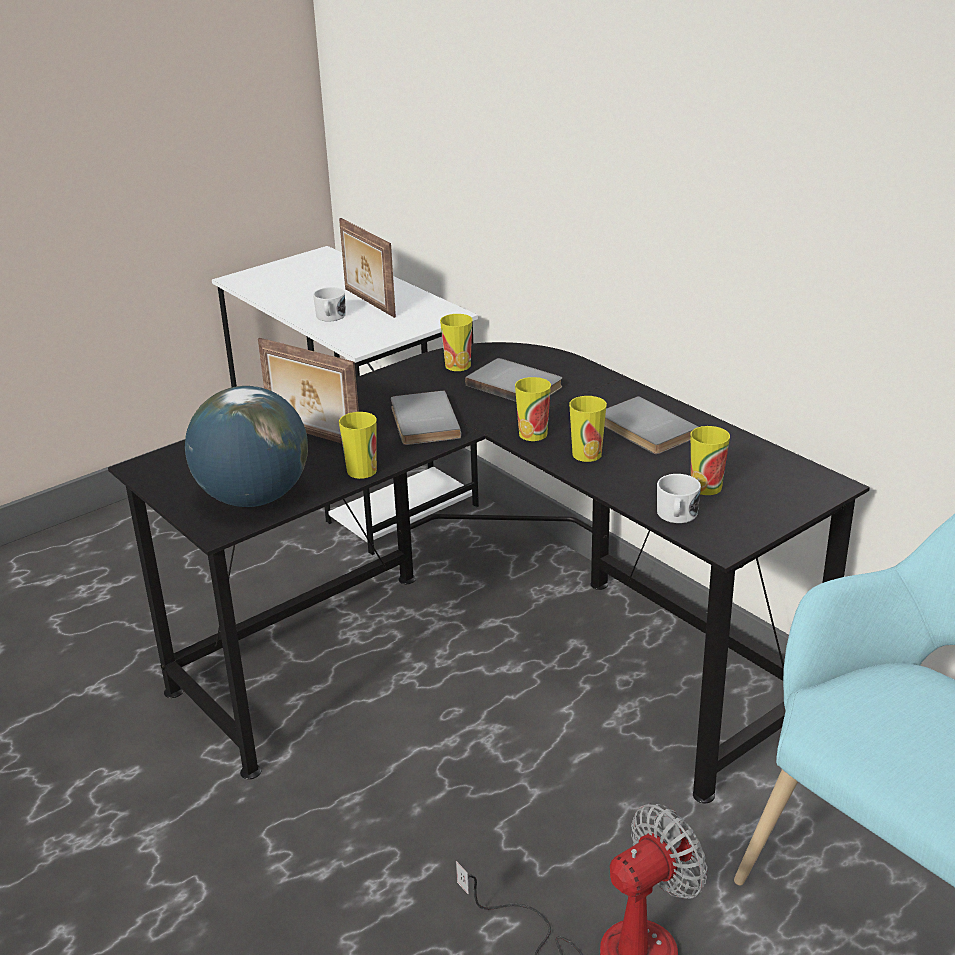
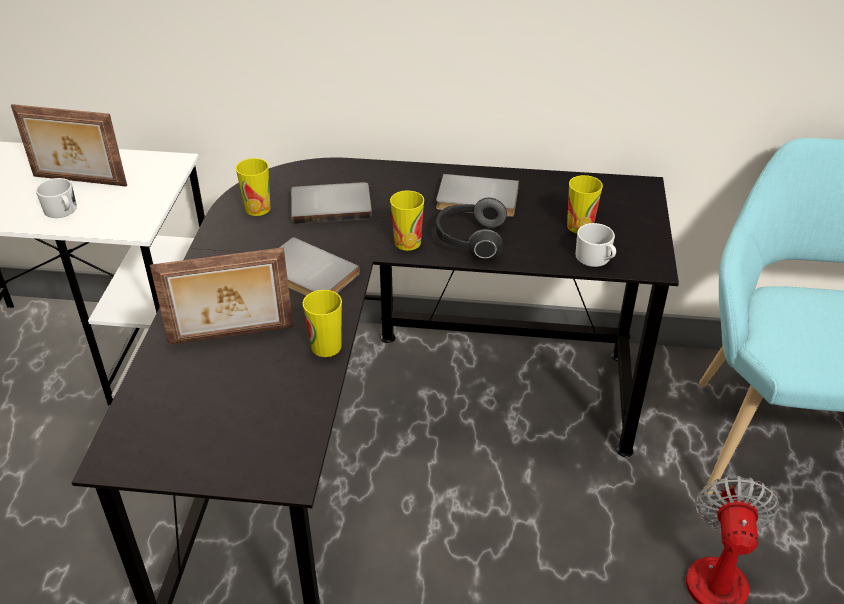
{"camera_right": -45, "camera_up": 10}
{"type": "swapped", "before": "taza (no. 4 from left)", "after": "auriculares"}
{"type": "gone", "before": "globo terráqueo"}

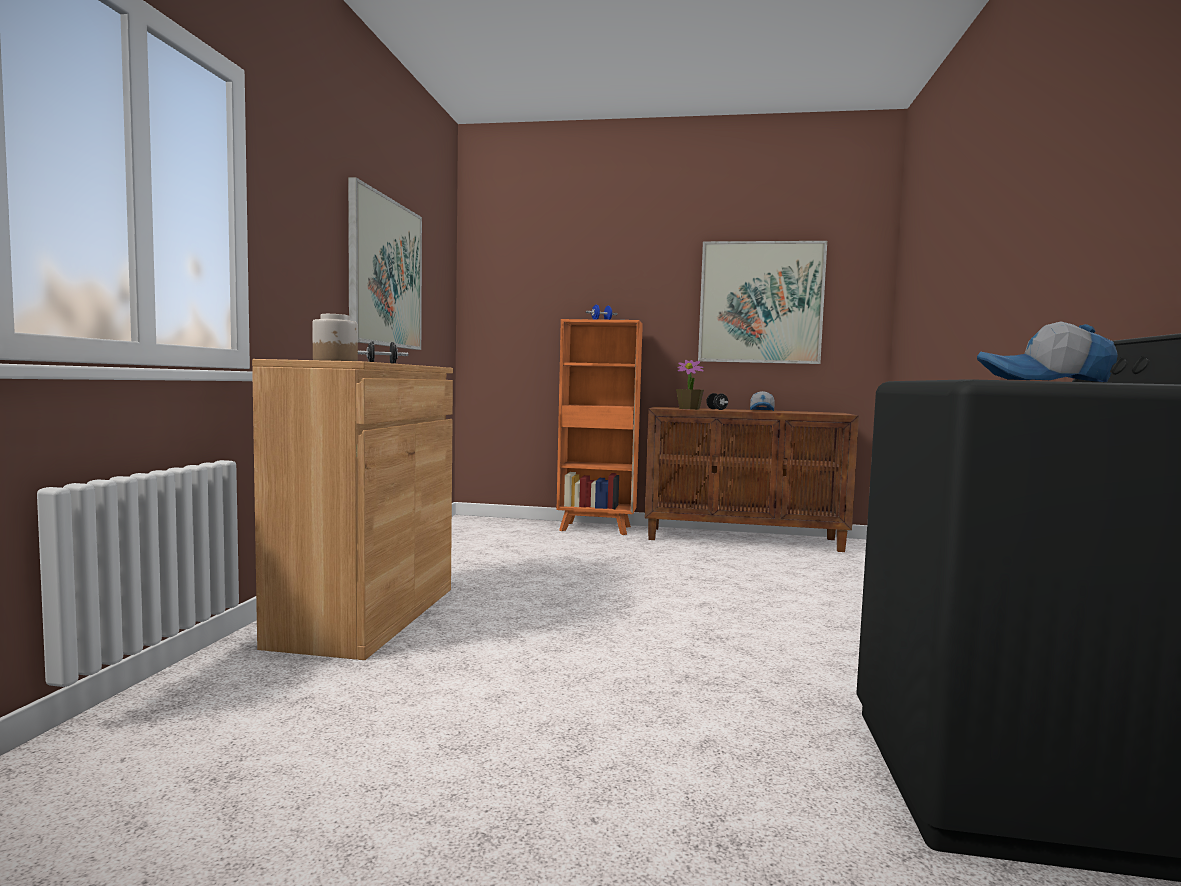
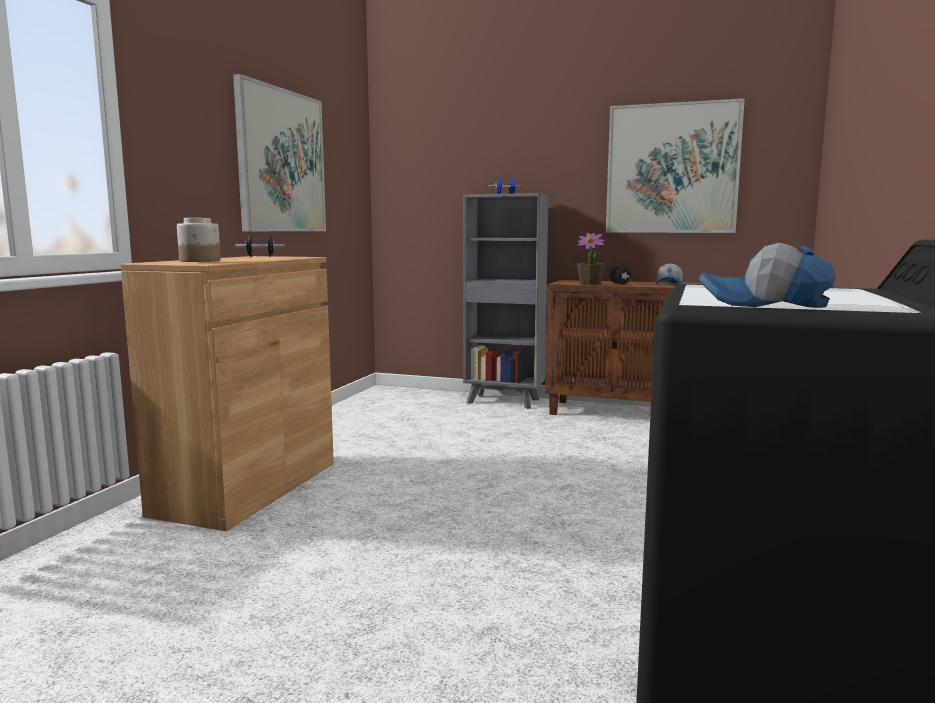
{"camera_right": 10, "camera_up": 5}
{"type": "repainted", "before": "estantería [naranja]", "after": "estantería [gris]"}

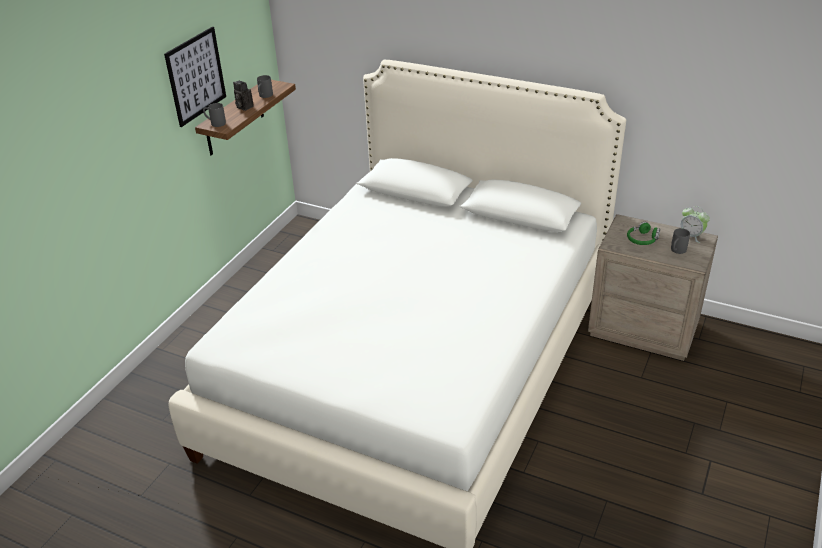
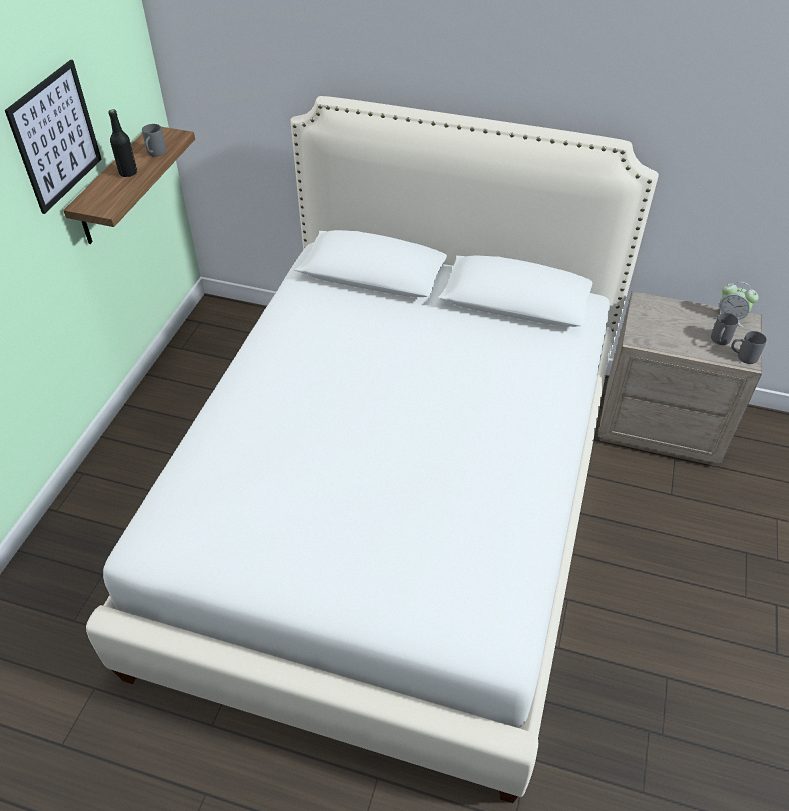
{"camera_right": -10, "camera_up": 10}
{"type": "swapped", "before": "cámara", "after": "botella [negro]"}
{"type": "shifted", "before": "taza grande [gris] (no. 1 from left in the first image)", "after": "taza grande [gris] (no. 3 from left)"}
{"type": "gone", "before": "auriculares [verde]"}

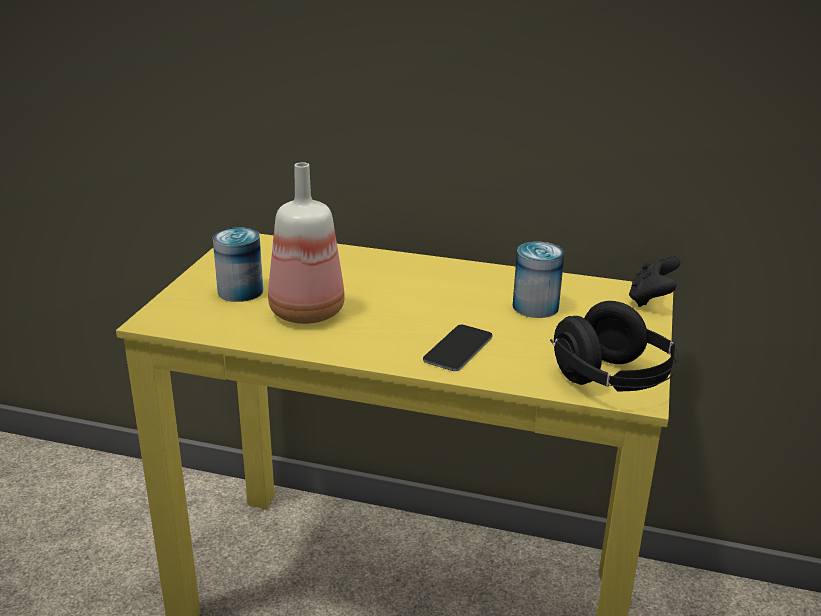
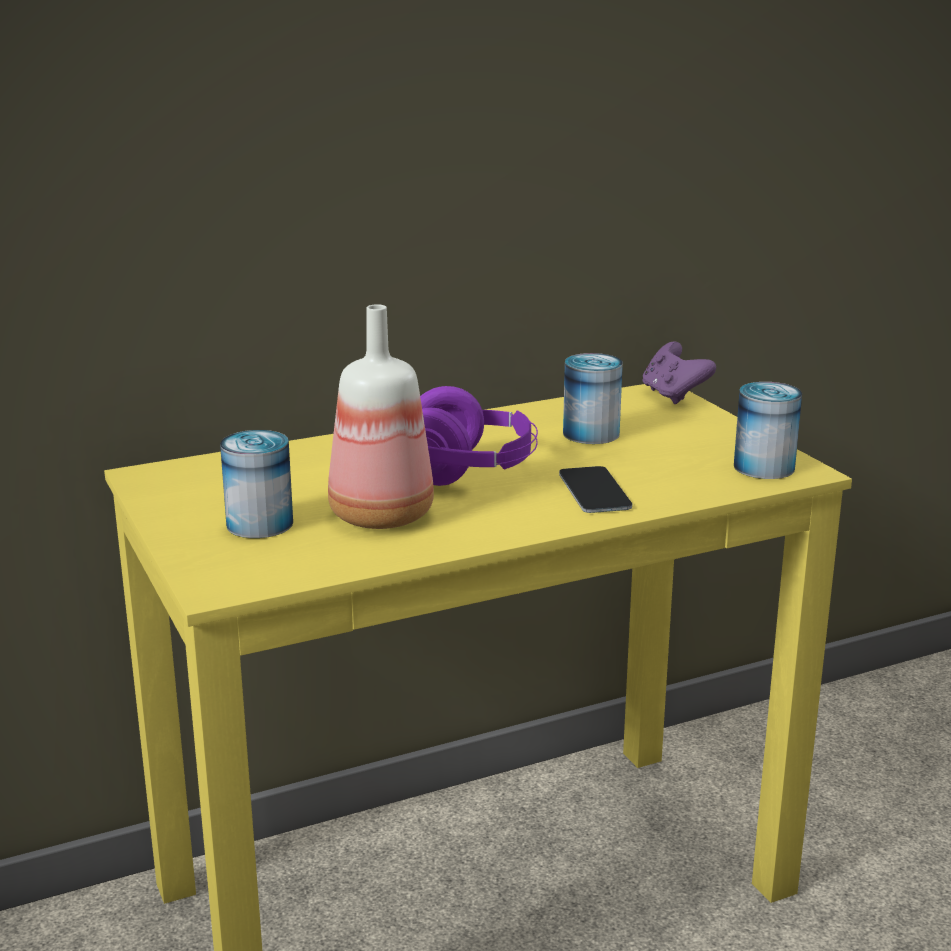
{"camera_right": -40, "camera_up": -5}
{"type": "new", "after": "auriculares [morado]"}
{"type": "repainted", "before": "mando de consola [negro]", "after": "mando de consola [morado]"}
{"type": "swapped", "before": "auriculares [negro]", "after": "lata (no. 3 from left)"}

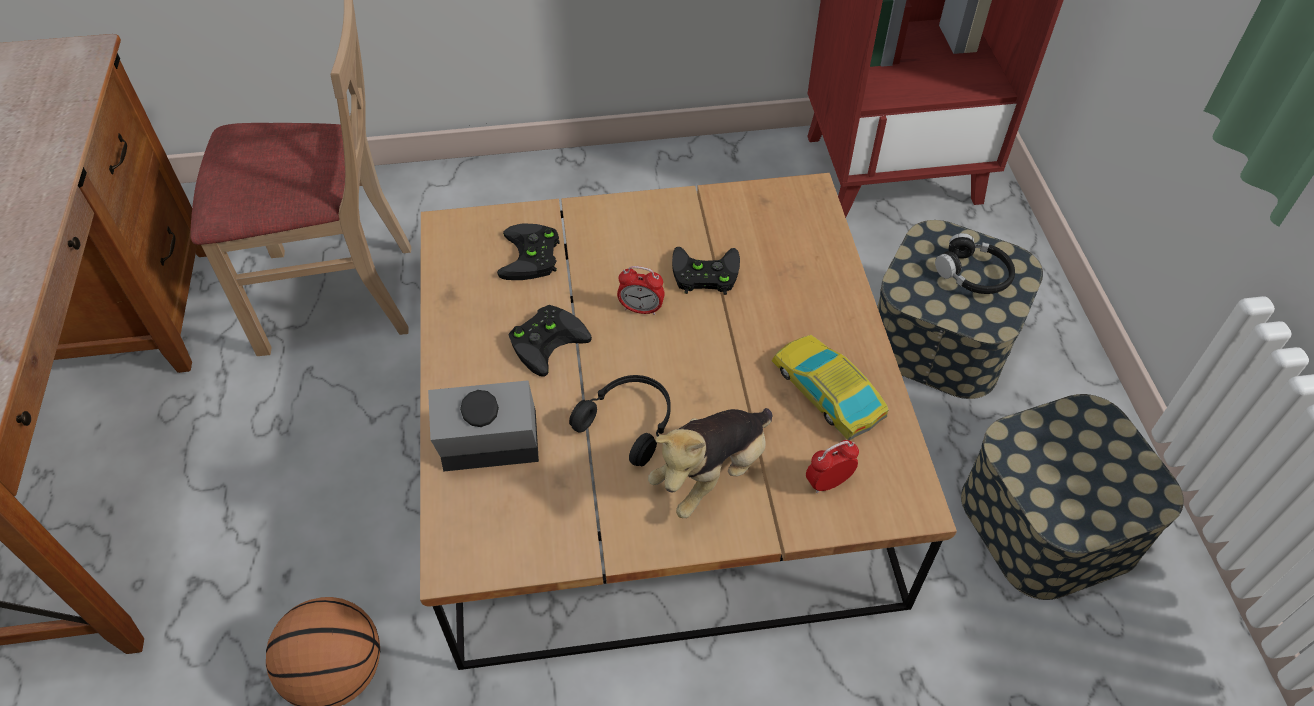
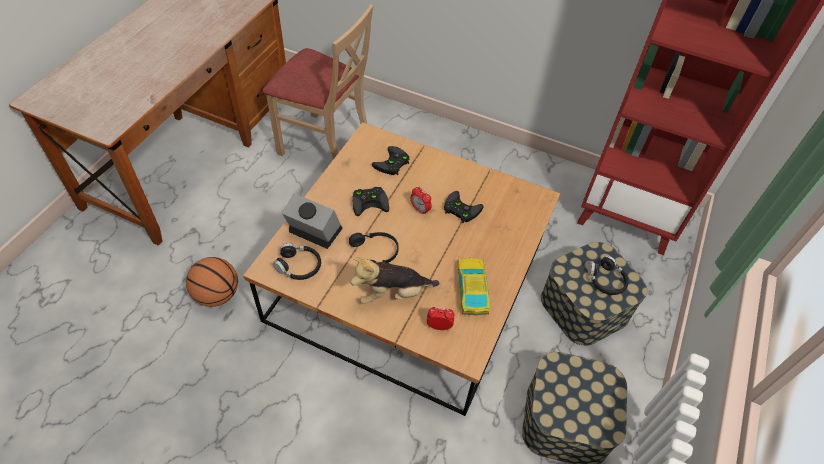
{"camera_right": 30, "camera_up": 0}
{"type": "new", "after": "auriculares [negro] (no. 1 from left)"}

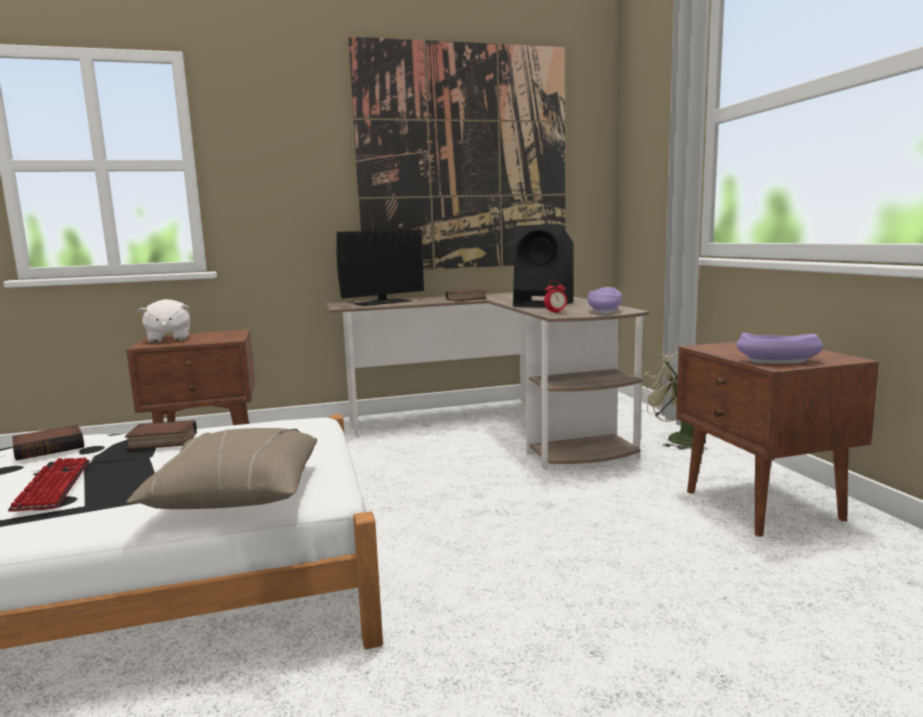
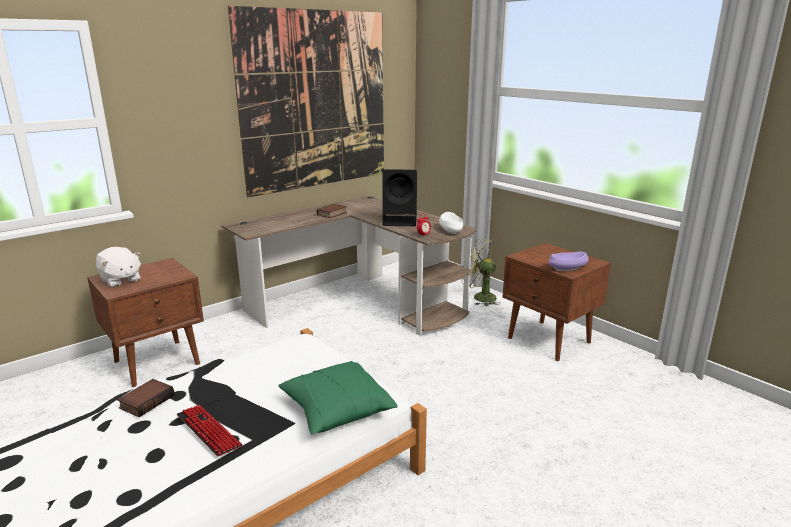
{"camera_right": -25, "camera_up": 10}
{"type": "repainted", "before": "cojín [beis]", "after": "cojín [verde]"}
{"type": "repainted", "before": "cuenco [morado] (no. 1 from left)", "after": "cuenco [blanco]"}
{"type": "gone", "before": "libro (no. 2 from left)"}
{"type": "gone", "before": "monitor"}

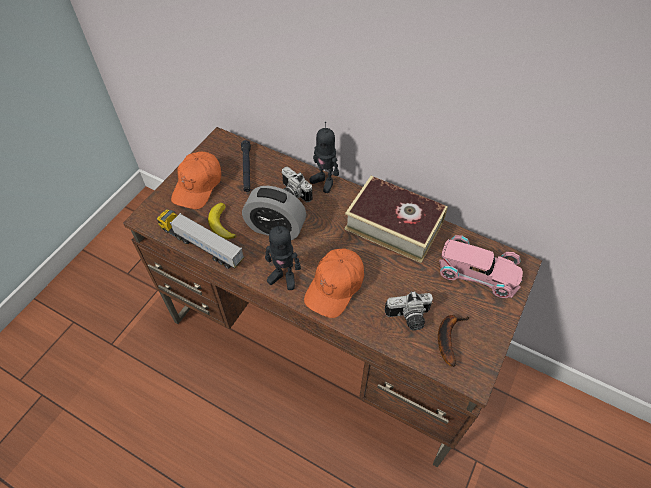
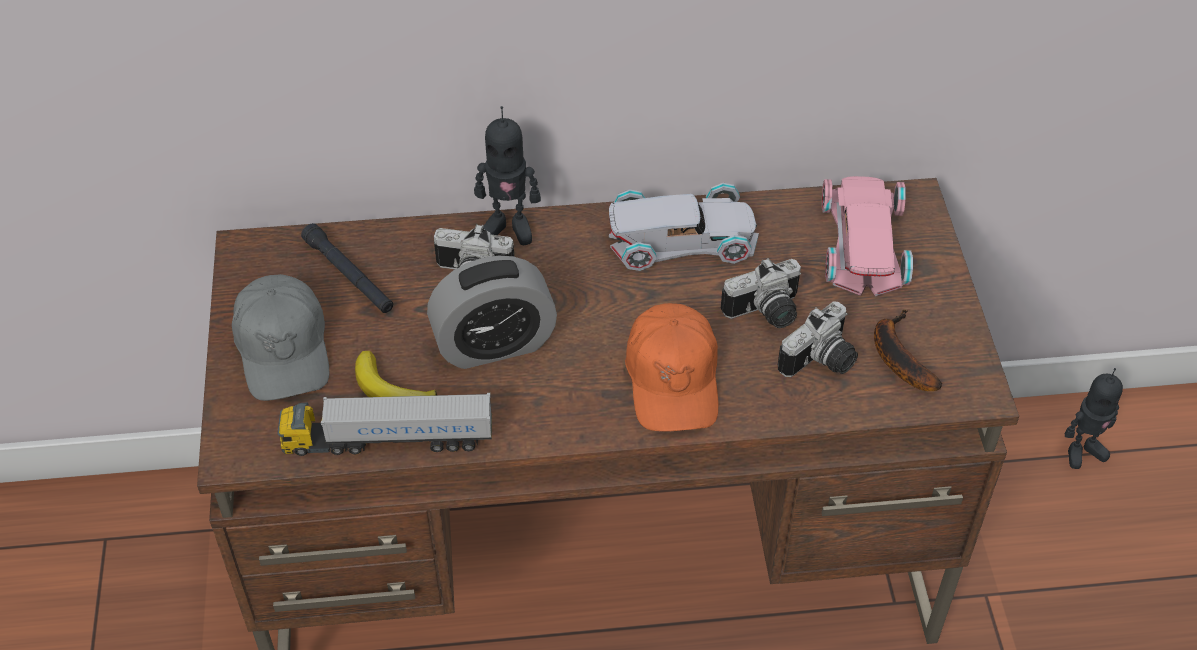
{"camera_right": -35, "camera_up": -5}
{"type": "repainted", "before": "gorra [naranja] (no. 1 from left)", "after": "gorra [gris]"}
{"type": "swapped", "before": "libro", "after": "coche de juguete [blanco]"}
{"type": "new", "after": "cámara (no. 2 from left)"}
{"type": "rotated", "before": "coche de juguete [rosa]", "turn": -75}
{"type": "shifted", "before": "robot de juguete (no. 1 from left in the first image)", "after": "robot de juguete (no. 2 from left)"}

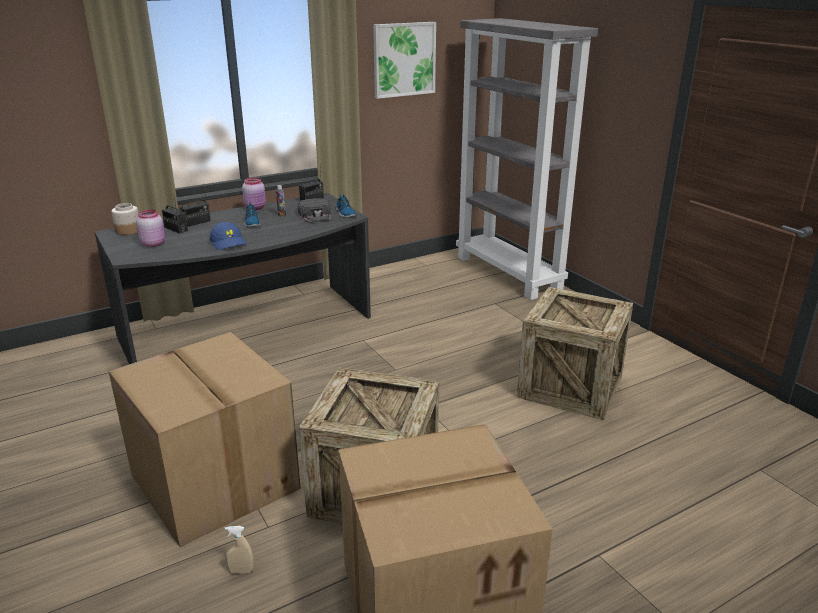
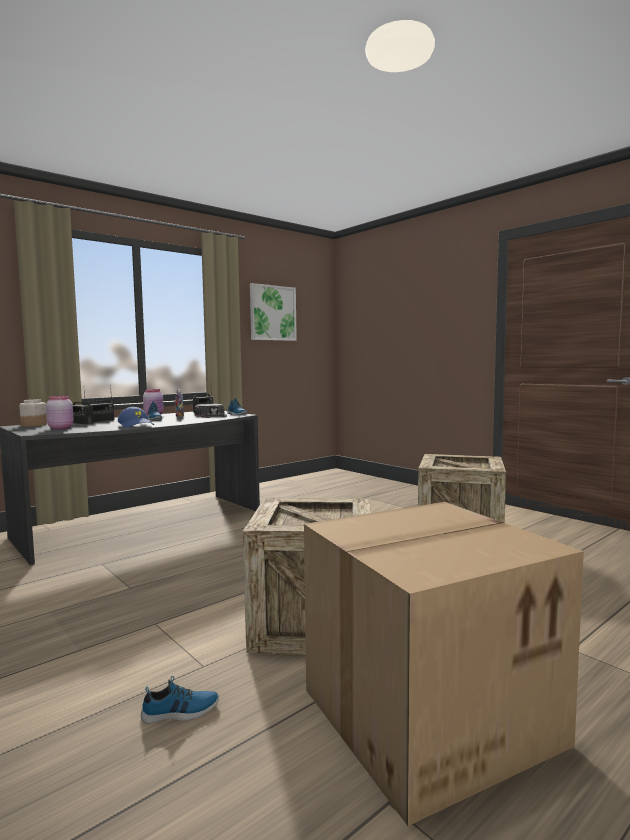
{"camera_right": -10, "camera_up": -20}
{"type": "swapped", "before": "pulverizador [beis]", "after": "zapato (no. 2 from left)"}
{"type": "gone", "before": "caja de cartón (no. 1 from left)"}
{"type": "gone", "before": "estantería [gris]"}

